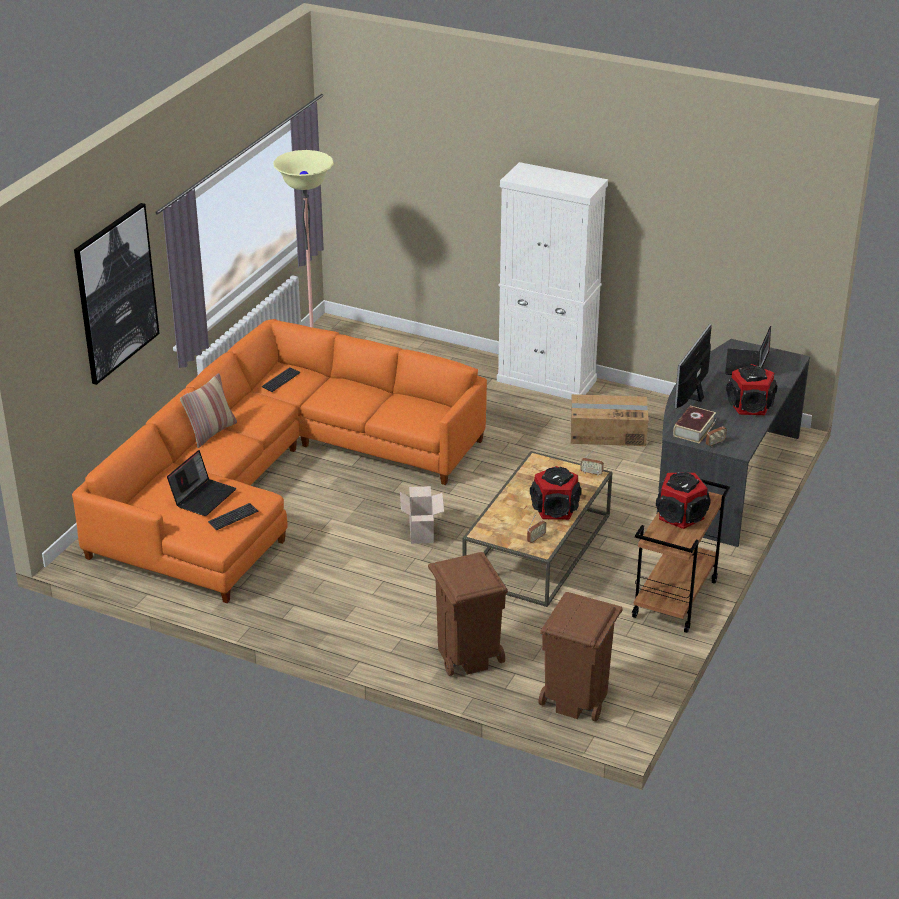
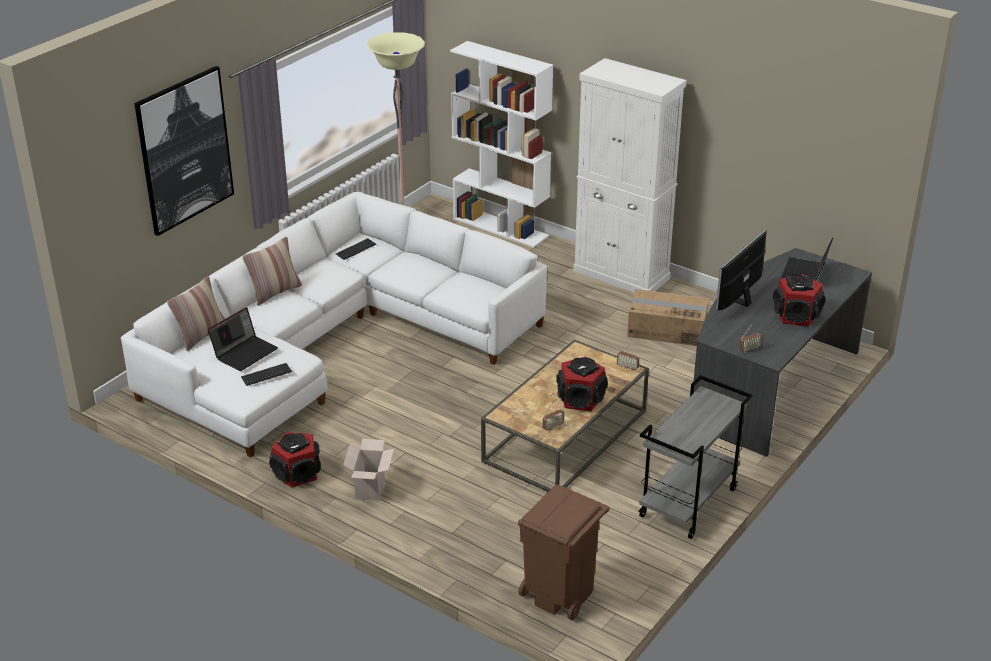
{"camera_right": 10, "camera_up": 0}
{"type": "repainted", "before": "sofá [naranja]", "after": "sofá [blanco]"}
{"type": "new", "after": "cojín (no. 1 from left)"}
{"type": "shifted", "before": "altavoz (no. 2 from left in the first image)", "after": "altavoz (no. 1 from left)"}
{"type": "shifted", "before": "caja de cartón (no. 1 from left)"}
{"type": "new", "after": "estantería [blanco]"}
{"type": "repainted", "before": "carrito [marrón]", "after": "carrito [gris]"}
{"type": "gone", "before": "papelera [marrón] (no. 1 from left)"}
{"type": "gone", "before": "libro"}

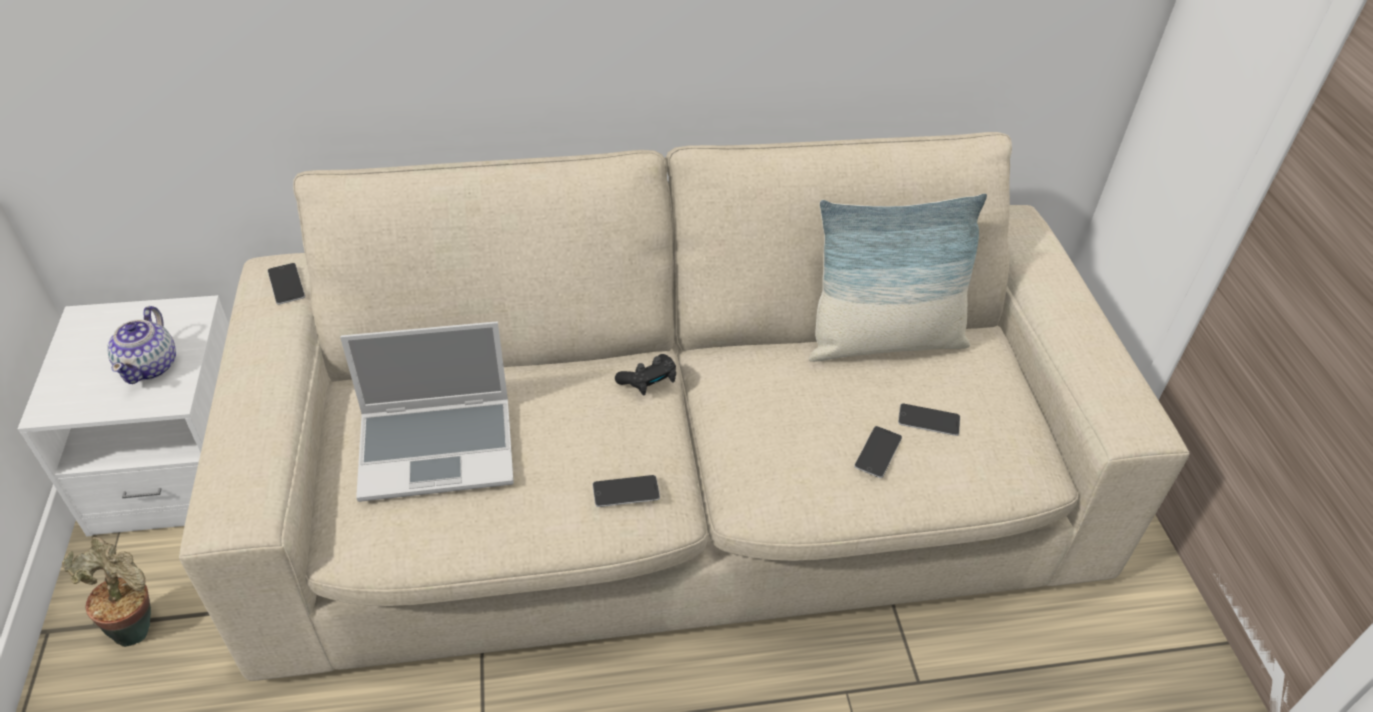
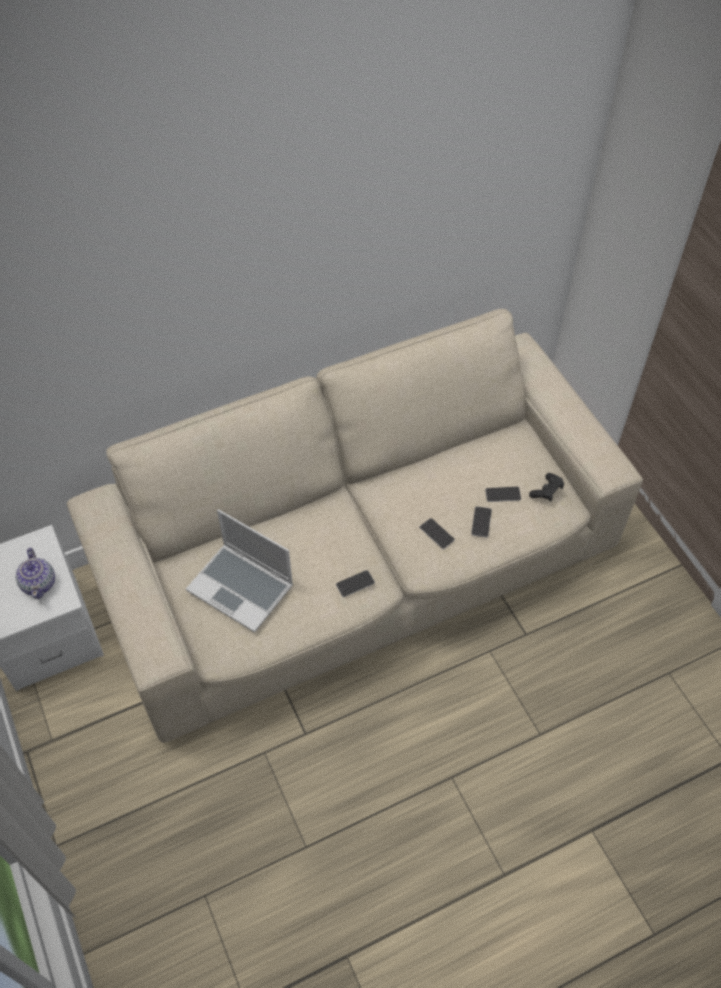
{"camera_right": -15, "camera_up": 10}
{"type": "rotated", "before": "portátil", "turn": 60}
{"type": "shifted", "before": "móvil (no. 1 from left in the first image)", "after": "móvil (no. 2 from left)"}
{"type": "shifted", "before": "mando de consola [negro]"}
{"type": "gone", "before": "planta en maceta"}
{"type": "gone", "before": "cojín"}

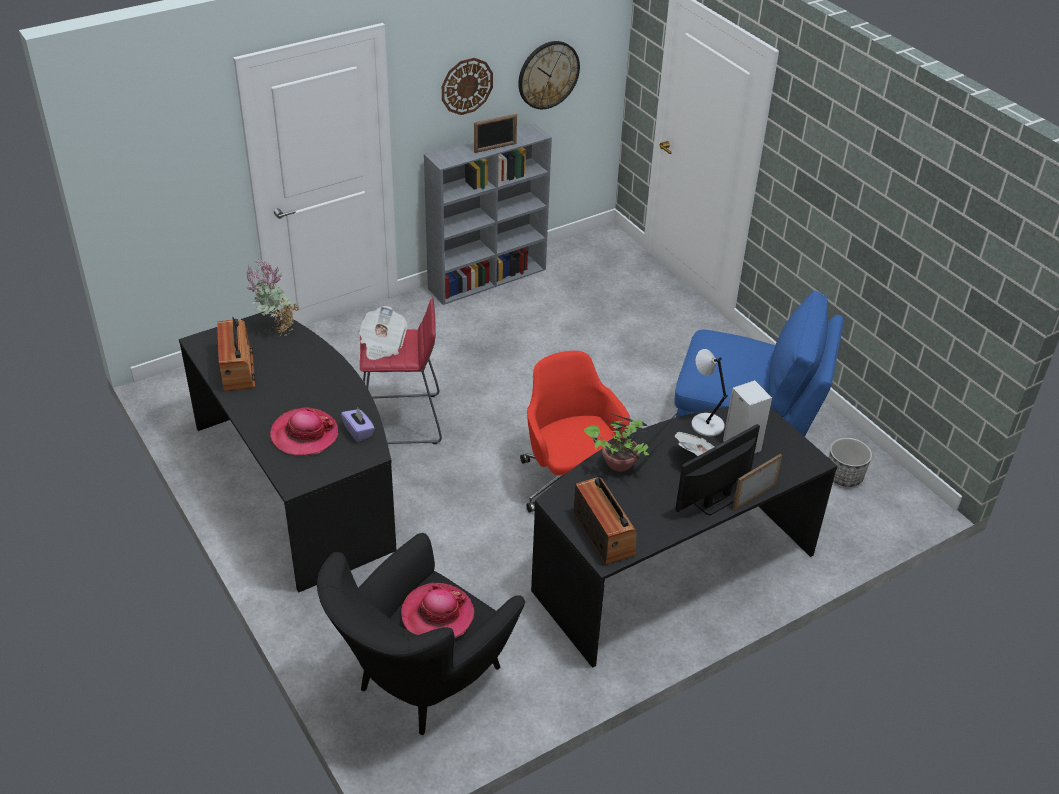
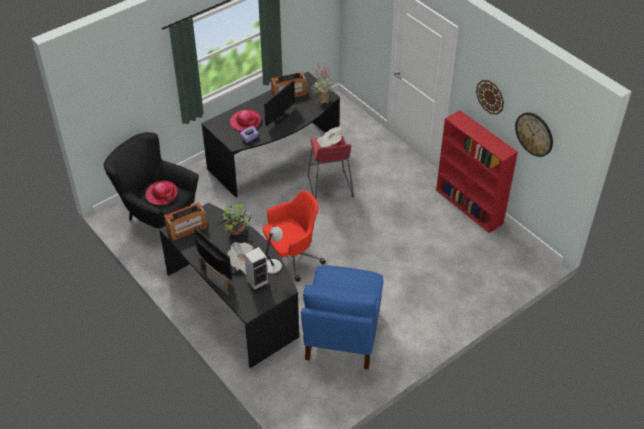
{"camera_right": 85, "camera_up": 5}
{"type": "new", "after": "monitor (no. 2 from left)"}
{"type": "repainted", "before": "estantería [gris]", "after": "estantería [rojo]"}
{"type": "gone", "before": "portarretratos (no. 1 from left)"}
{"type": "gone", "before": "maceta"}

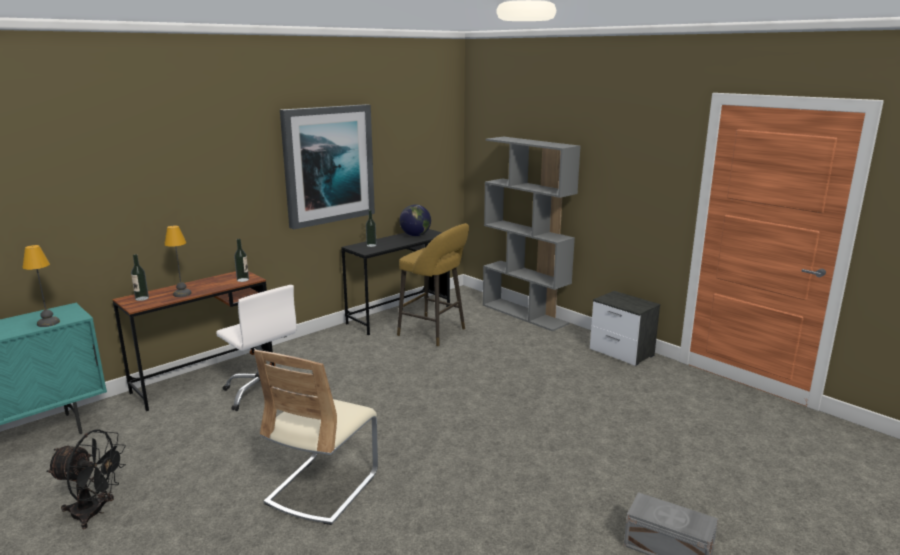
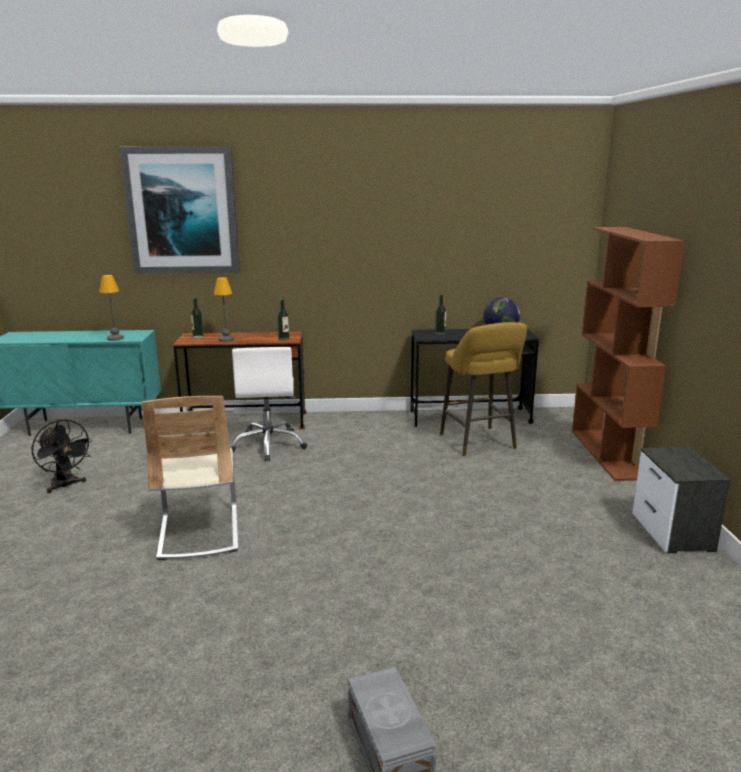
{"camera_right": 40, "camera_up": 0}
{"type": "shifted", "before": "cuadro"}
{"type": "rotated", "before": "silla [beis]", "turn": -75}
{"type": "repainted", "before": "estantería [gris]", "after": "estantería [marrón]"}

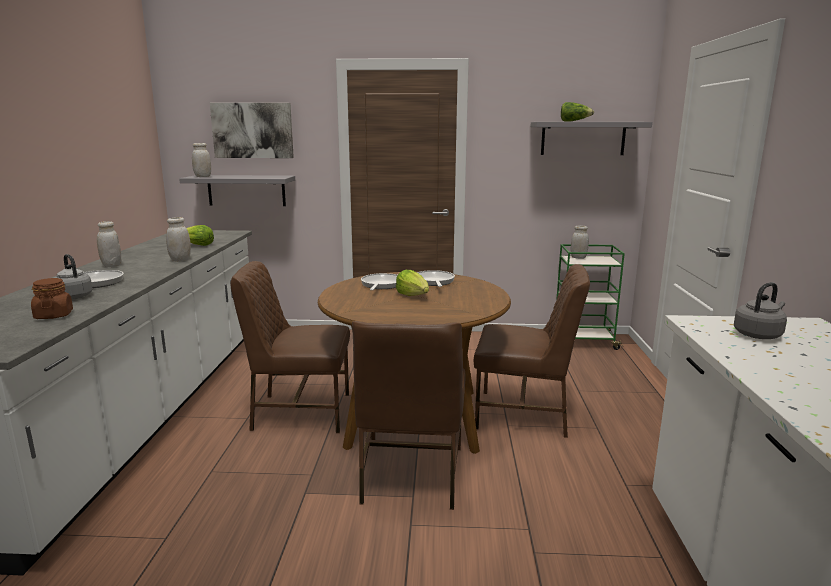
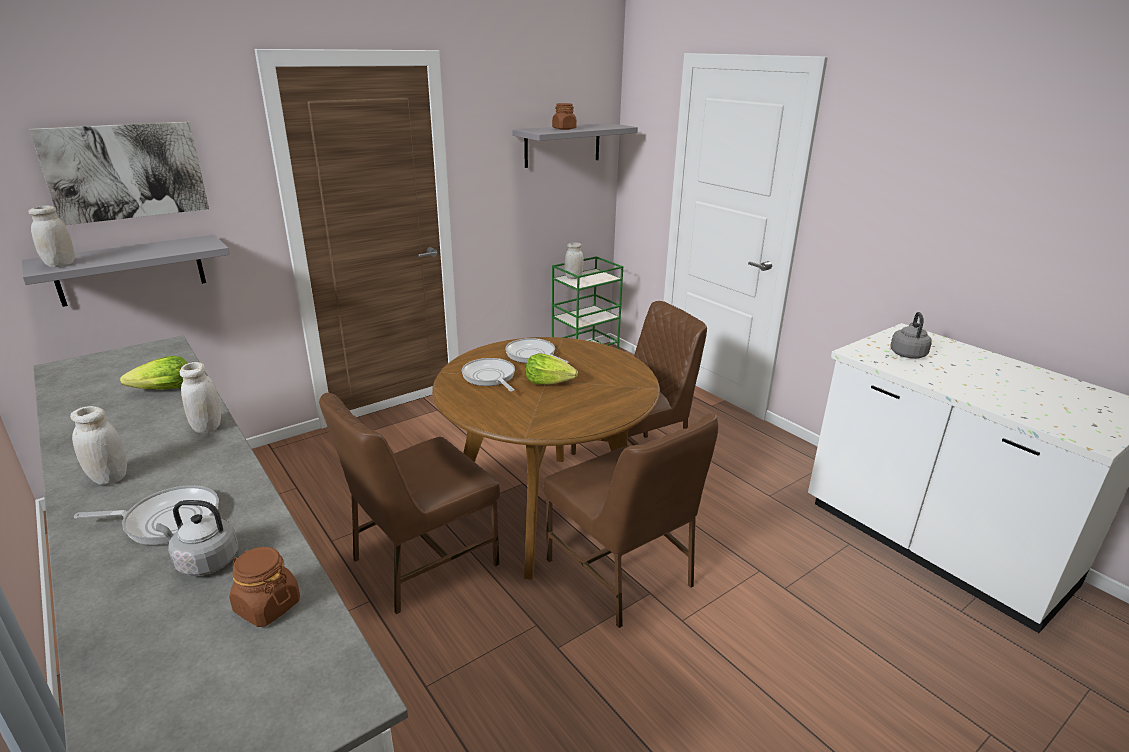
{"camera_right": -40, "camera_up": 10}
{"type": "swapped", "before": "lechuga (no. 3 from left)", "after": "tarro [marrón] (no. 2 from left)"}

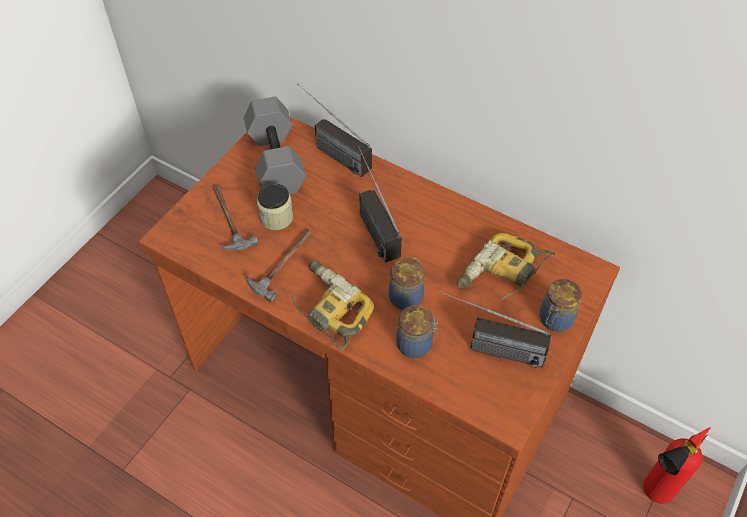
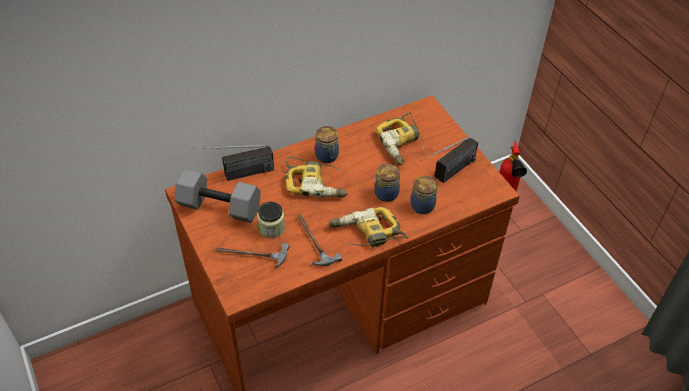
{"camera_right": -60, "camera_up": -5}
{"type": "swapped", "before": "radio (no. 2 from left)", "after": "taladro (no. 1 from left)"}
{"type": "shifted", "before": "tarro (no. 4 from left in the first image)", "after": "tarro (no. 2 from left)"}

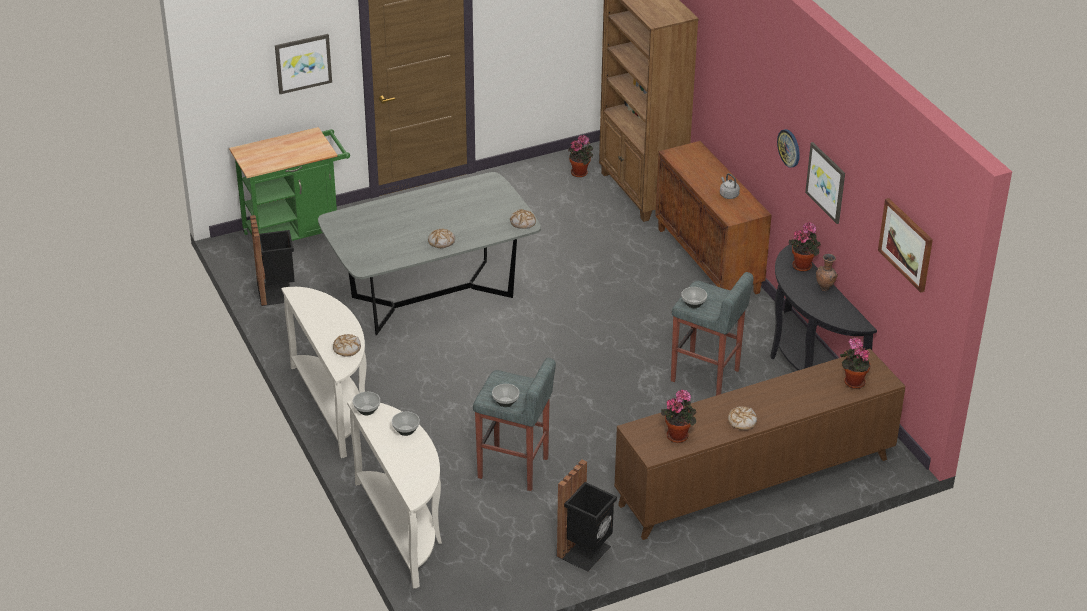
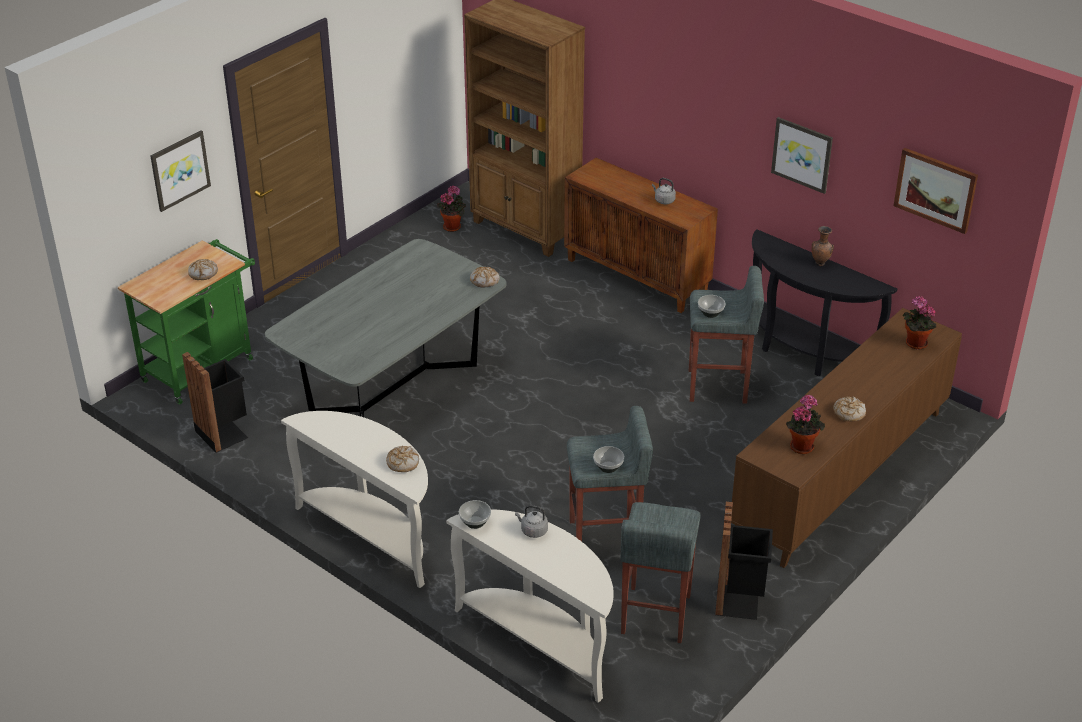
{"camera_right": -25, "camera_up": 0}
{"type": "shifted", "before": "pan (no. 2 from left in the first image)", "after": "pan (no. 1 from left)"}
{"type": "swapped", "before": "cuenco (no. 2 from left)", "after": "hervidor [gris] (no. 1 from left)"}
{"type": "new", "after": "taburete [gris] (no. 2 from left)"}
{"type": "gone", "before": "reloj de pared"}
{"type": "gone", "before": "planta en maceta (no. 3 from left)"}

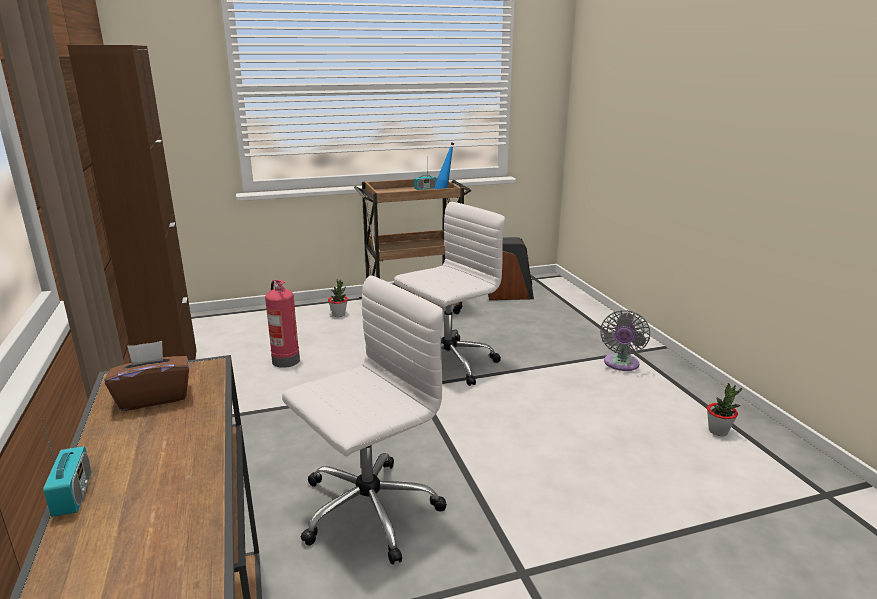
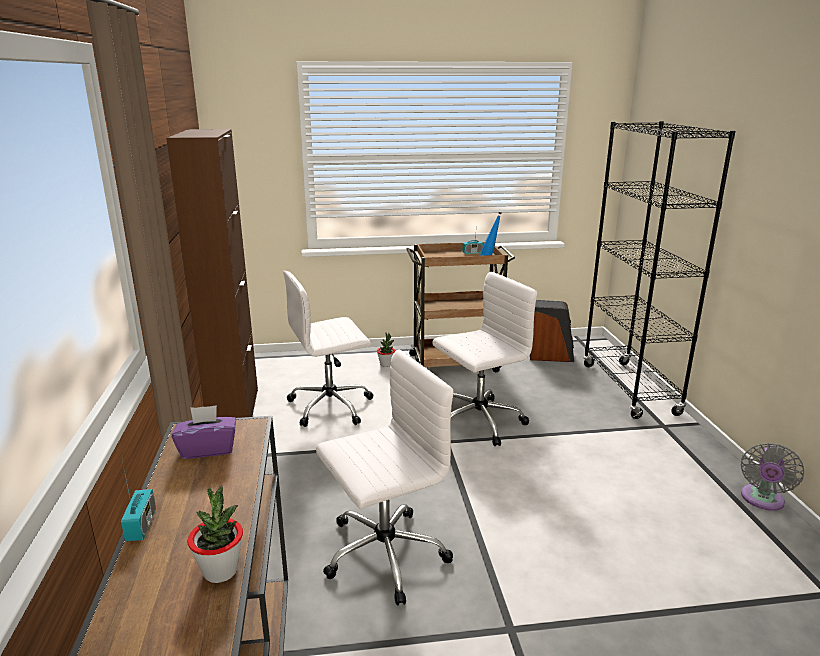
{"camera_right": 10, "camera_up": 0}
{"type": "repainted", "before": "caja de pañuelos [marrón]", "after": "caja de pañuelos [morado]"}
{"type": "shifted", "before": "planta en maceta (no. 2 from left in the first image)", "after": "planta en maceta (no. 1 from left)"}
{"type": "swapped", "before": "extintor", "after": "silla de oficina [blanco] (no. 1 from left)"}
{"type": "new", "after": "estantería [negro]"}
{"type": "shifted", "before": "ventilador [gris]"}

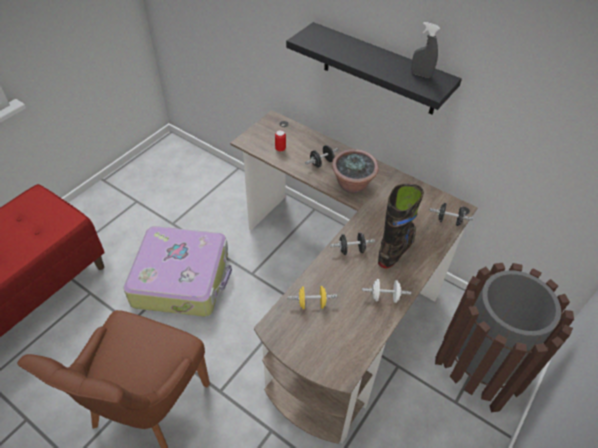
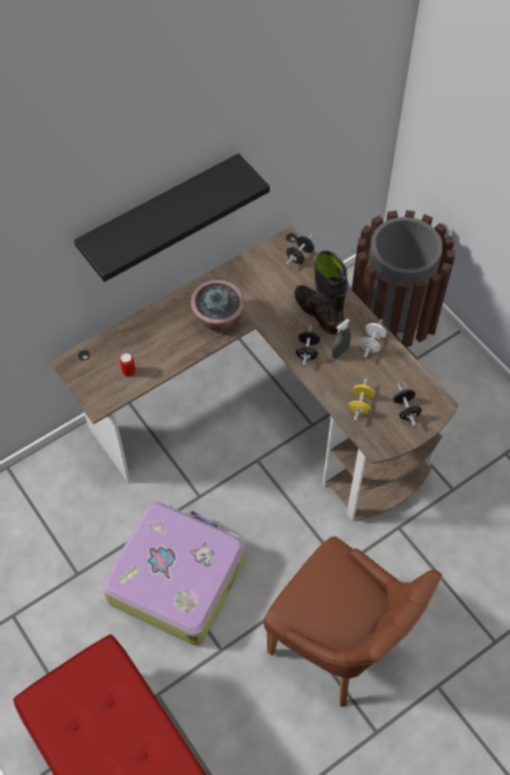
{"camera_right": -70, "camera_up": 10}
{"type": "shifted", "before": "pulverizador [gris]"}
{"type": "shifted", "before": "mancuerna [negro] (no. 1 from left in the first image)", "after": "mancuerna [negro] (no. 3 from left)"}

